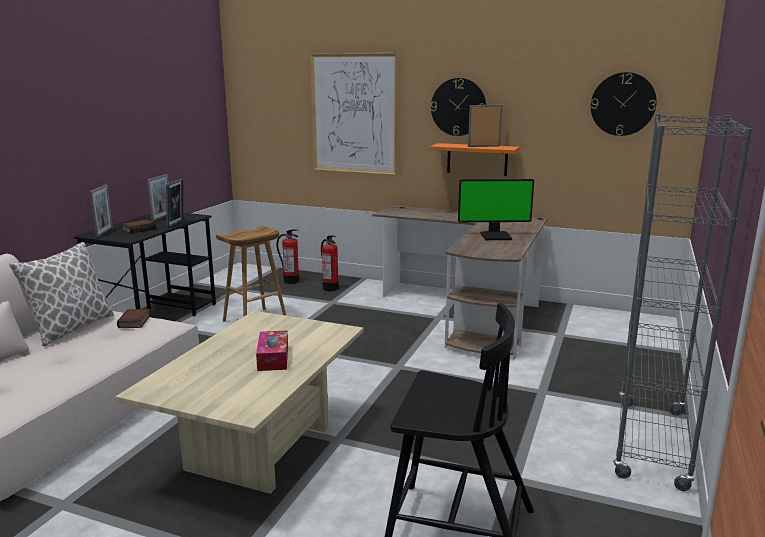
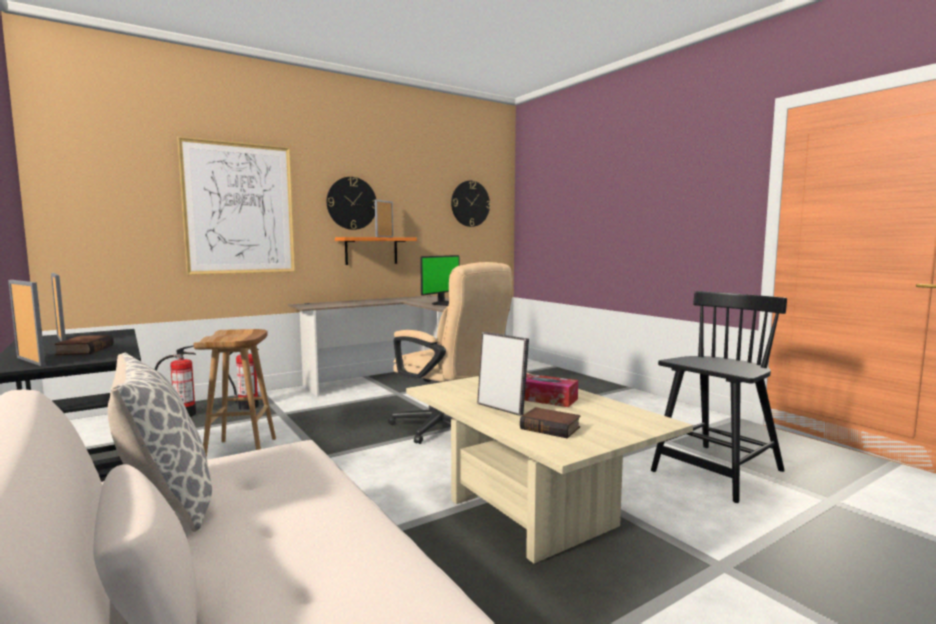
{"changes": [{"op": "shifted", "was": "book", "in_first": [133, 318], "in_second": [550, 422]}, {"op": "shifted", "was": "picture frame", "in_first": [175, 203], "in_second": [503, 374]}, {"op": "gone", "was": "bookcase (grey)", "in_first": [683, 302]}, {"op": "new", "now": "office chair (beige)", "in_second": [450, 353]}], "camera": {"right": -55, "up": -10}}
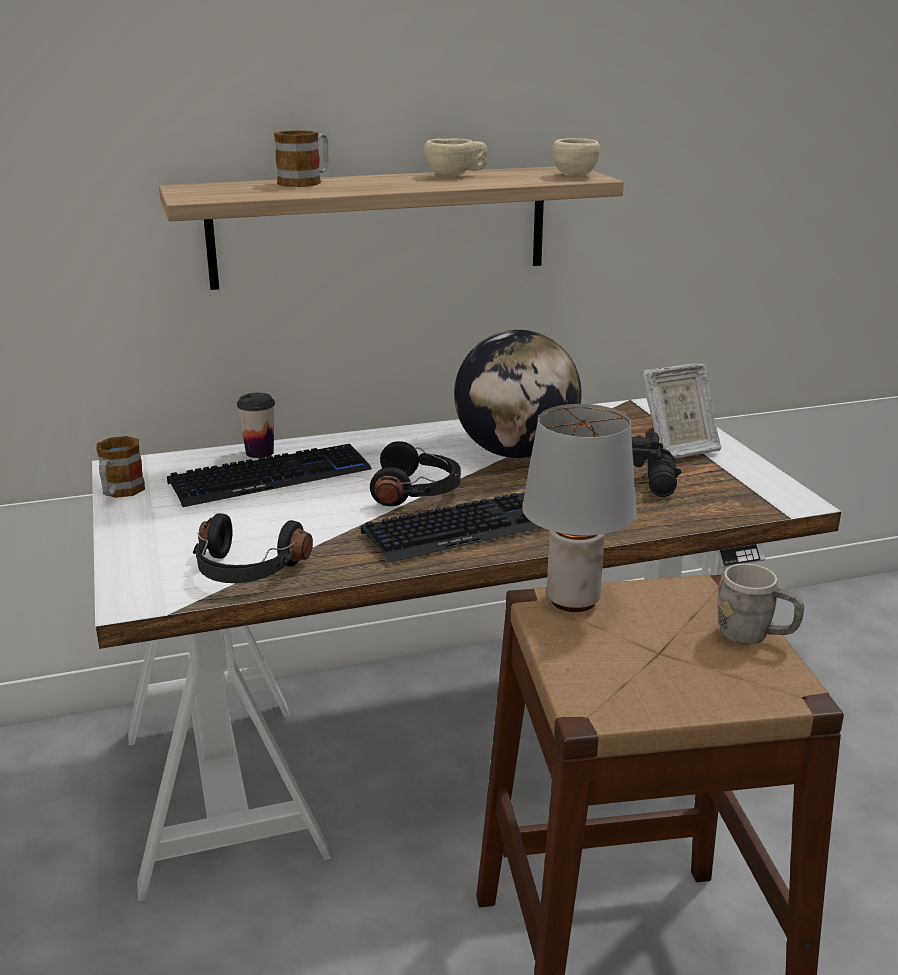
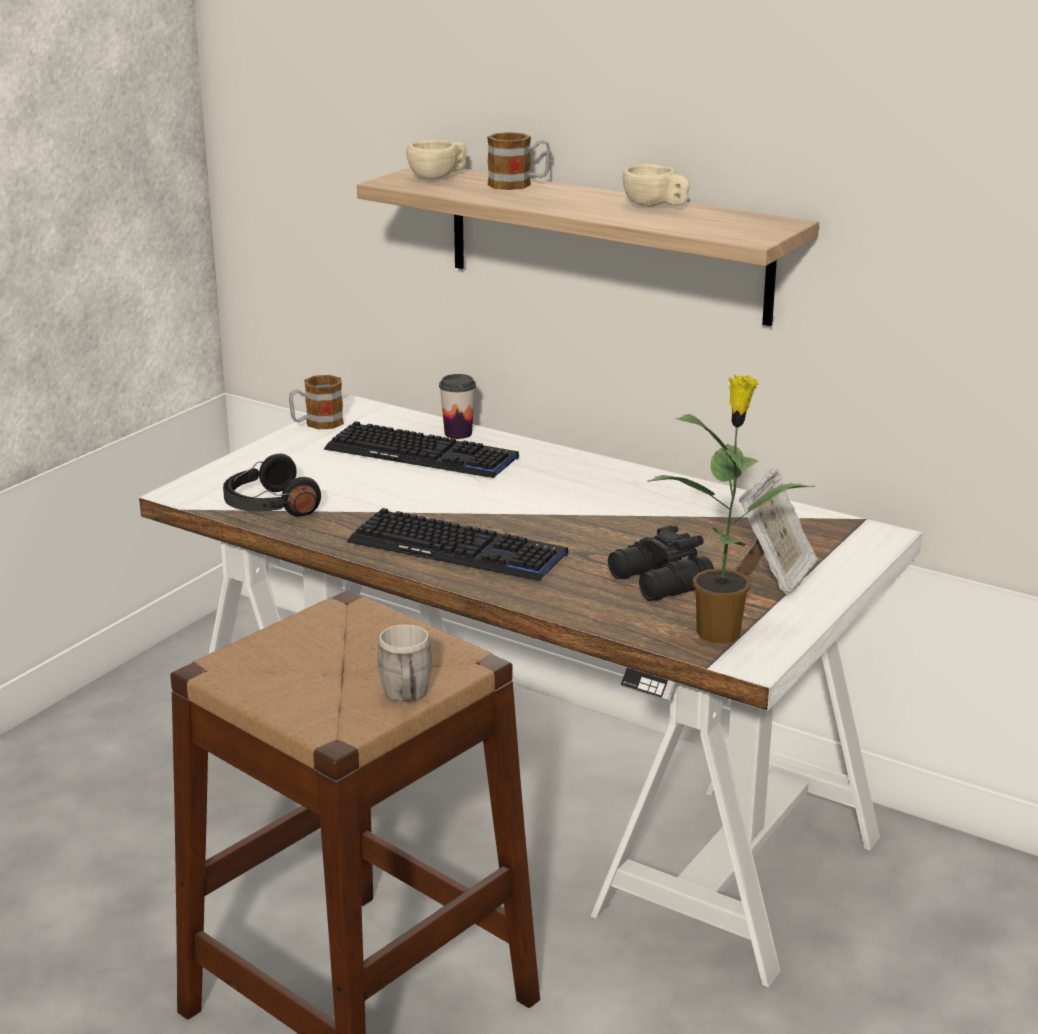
{"changes": [{"op": "gone", "was": "headphones (black)", "in_first": [415, 473]}, {"op": "gone", "was": "globe", "in_first": [518, 394]}, {"op": "gone", "was": "table lamp (grey)", "in_first": [579, 508]}, {"op": "shifted", "was": "cup (beige)", "in_first": [576, 157], "in_second": [436, 160]}, {"op": "rotated", "was": "picture frame", "in_first": [681, 411], "in_second": [777, 531], "clockwise": -90}, {"op": "new", "now": "potted plant", "in_second": [731, 509]}], "camera": {"right": 50, "up": 0}}
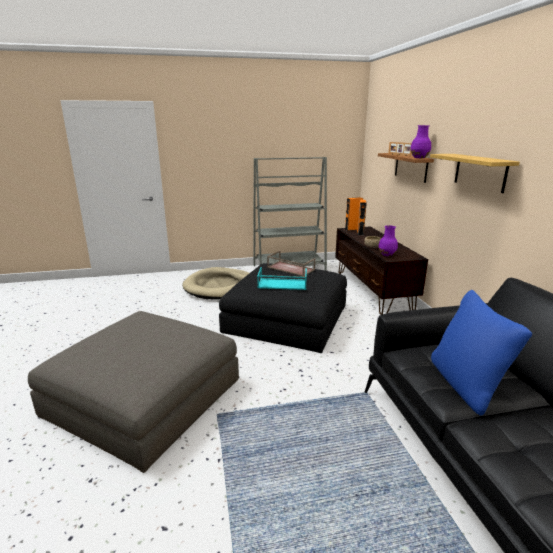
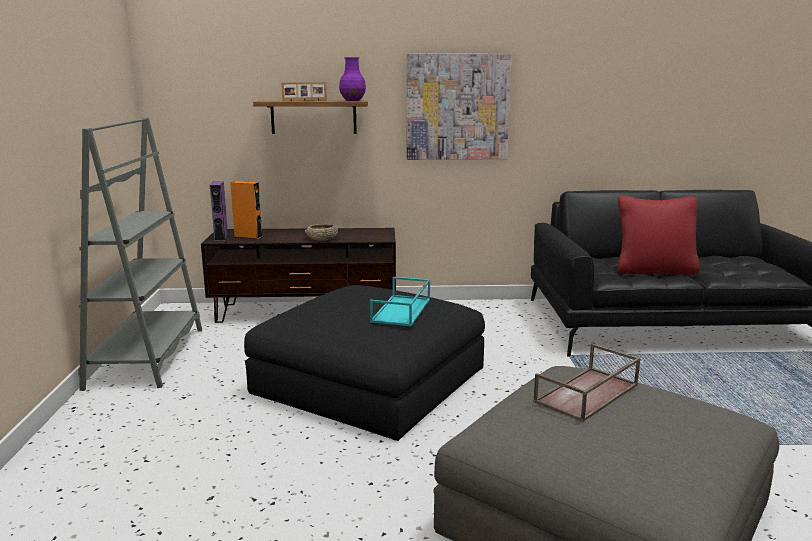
{"changes": [{"op": "gone", "was": "dog bed (beige)", "in_first": [215, 283]}, {"op": "shifted", "was": "tray (brown)", "in_first": [291, 264], "in_second": [587, 382]}, {"op": "repainted", "was": "speaker (orange)", "now": "speaker (purple)", "in_first": [354, 214], "in_second": [219, 211]}, {"op": "gone", "was": "vase (purple)", "in_first": [388, 240]}, {"op": "swapped", "was": "shelf", "now": "picture", "in_first": [475, 173], "in_second": [459, 107]}, {"op": "repainted", "was": "pillow (blue)", "now": "pillow (red)", "in_first": [481, 353], "in_second": [659, 235]}], "camera": {"right": -80, "up": -5}}
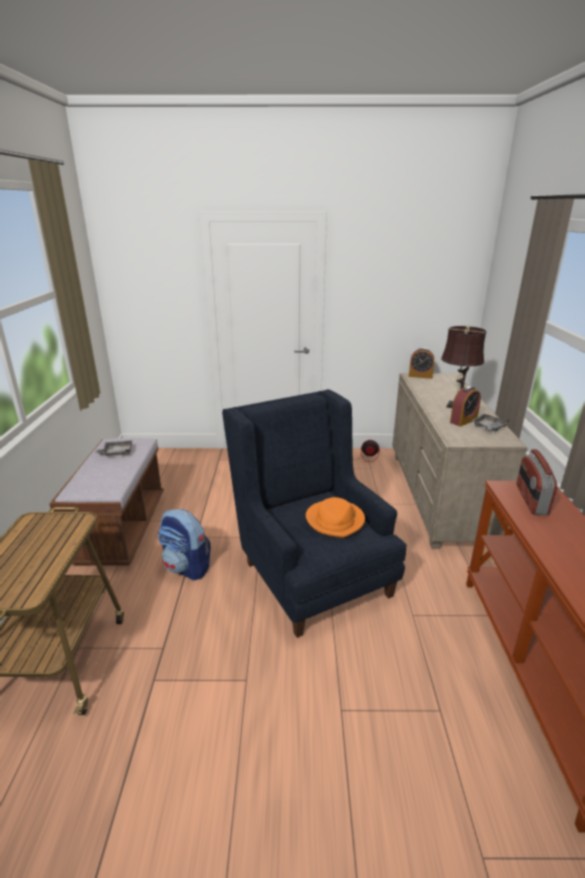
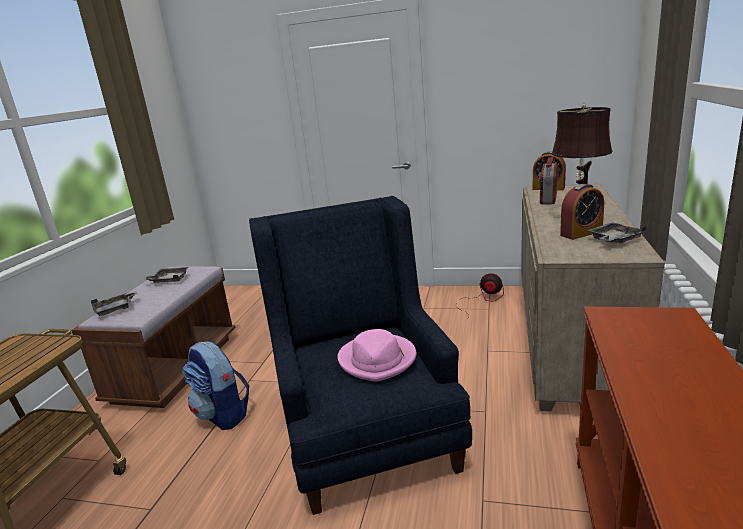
{"changes": [{"op": "repainted", "was": "hat (orange)", "now": "hat (pink)", "in_first": [335, 517], "in_second": [377, 355]}, {"op": "shifted", "was": "radio", "in_first": [536, 482], "in_second": [548, 180]}, {"op": "new", "now": "tray (grey)", "in_second": [114, 303]}], "camera": {"right": 15, "up": -5}}
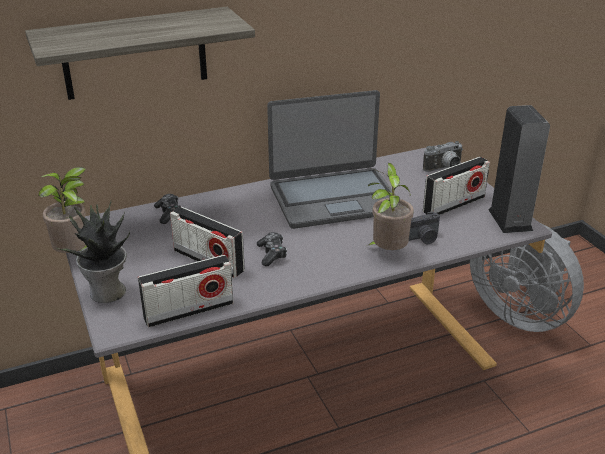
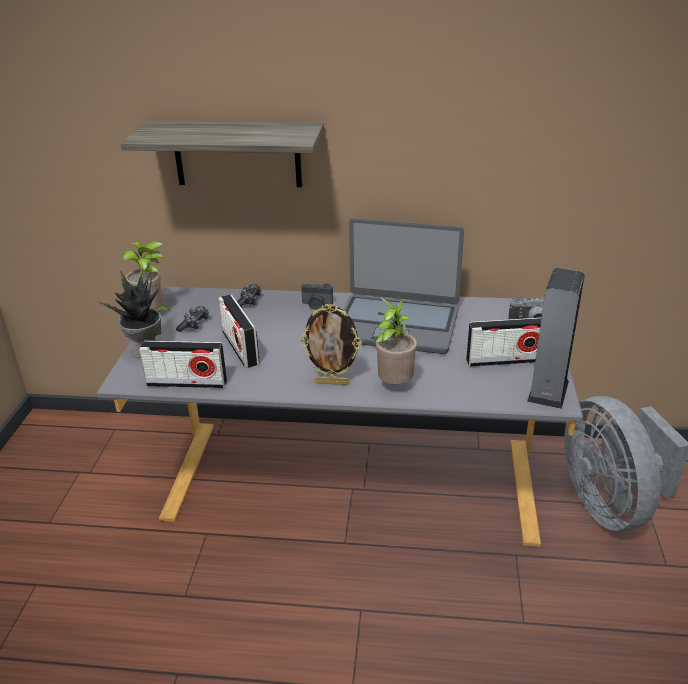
{"changes": [{"op": "shifted", "was": "game controller", "in_first": [272, 249], "in_second": [192, 319]}, {"op": "shifted", "was": "photo camera", "in_first": [424, 228], "in_second": [317, 296]}, {"op": "new", "now": "picture frame", "in_second": [331, 344]}], "camera": {"right": 30, "up": 0}}
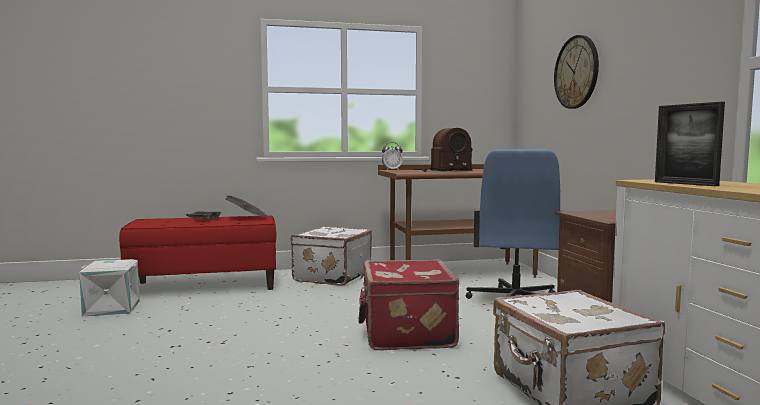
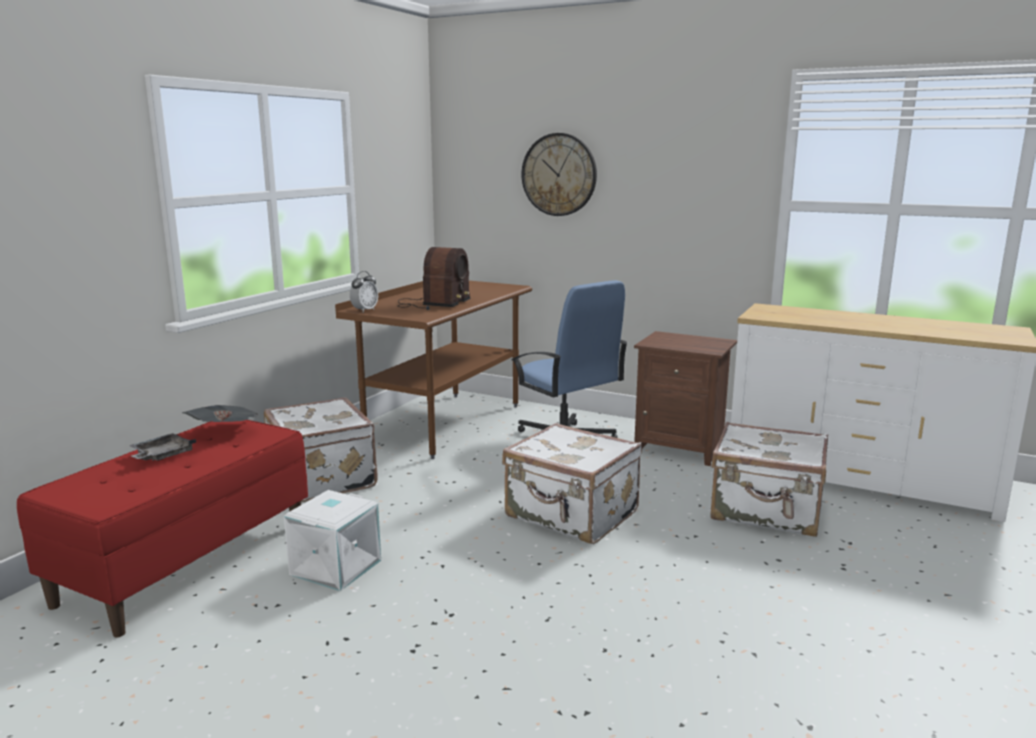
{"changes": [{"op": "shifted", "was": "storage box (white)", "in_first": [109, 288], "in_second": [332, 540]}, {"op": "repainted", "was": "suitcase (red)", "now": "suitcase (white)", "in_first": [408, 304], "in_second": [572, 483]}, {"op": "gone", "was": "picture frame", "in_first": [690, 144]}], "camera": {"right": -50, "up": 10}}
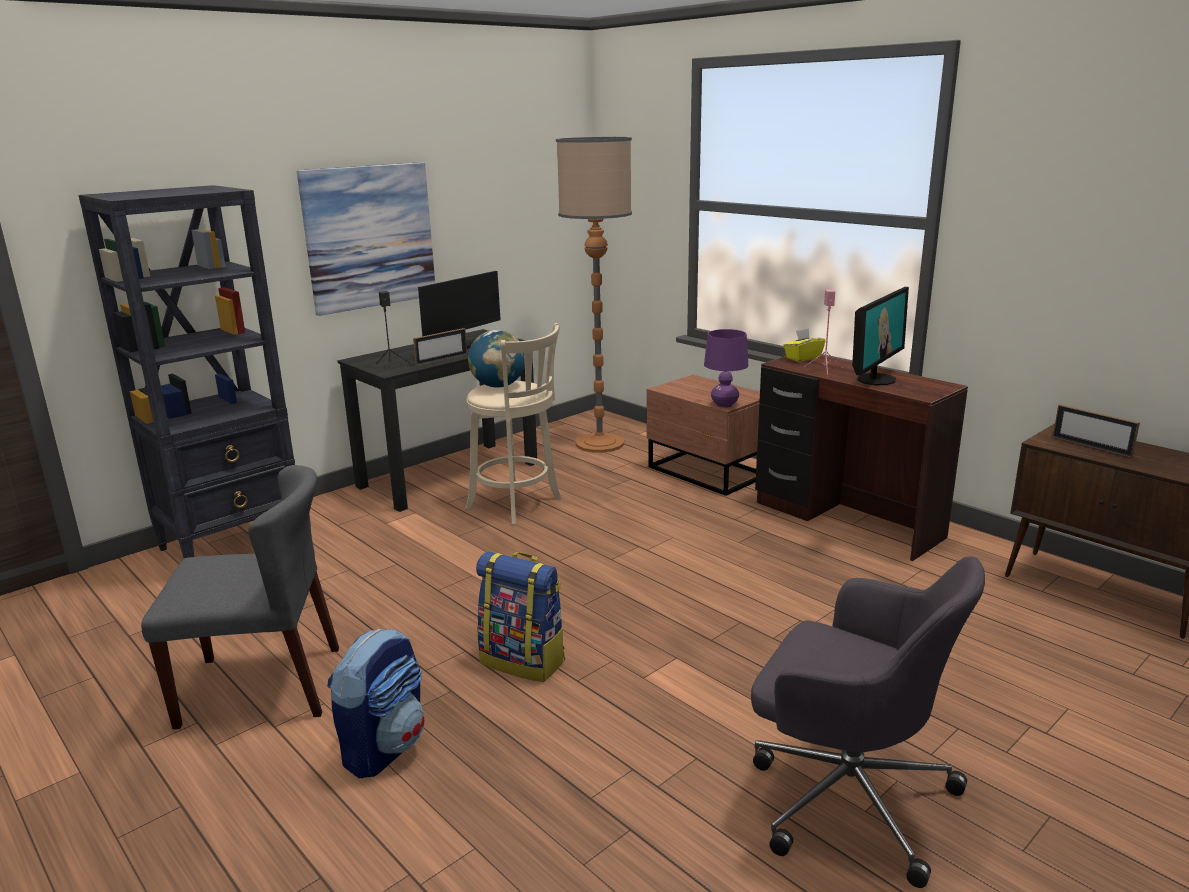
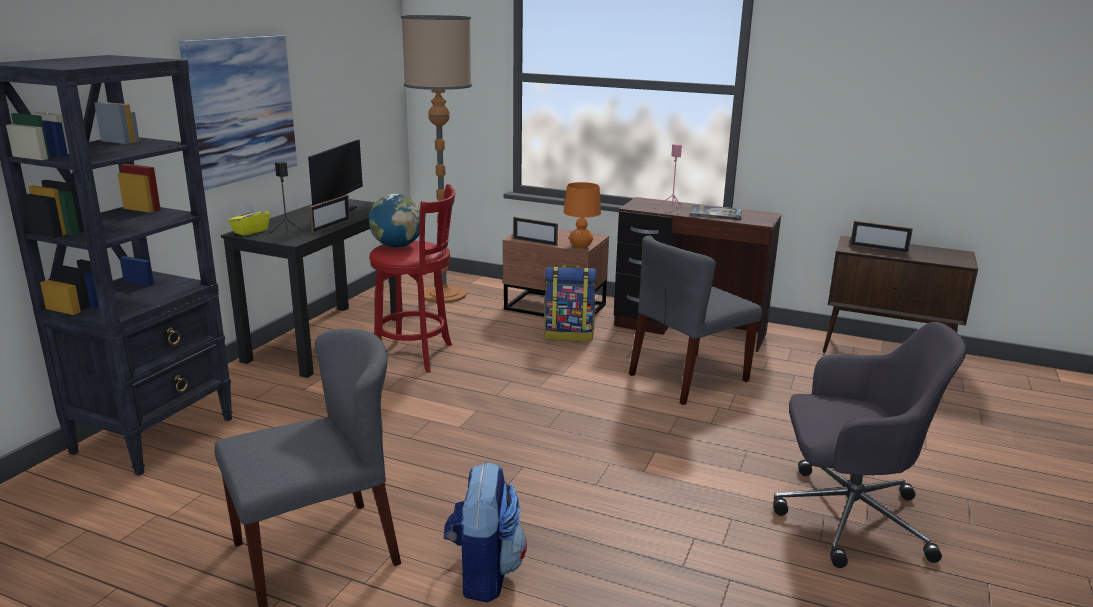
{"changes": [{"op": "repainted", "was": "stool (beige)", "now": "stool (red)", "in_first": [513, 424], "in_second": [412, 278]}, {"op": "shifted", "was": "backpack", "in_first": [520, 616], "in_second": [570, 303]}, {"op": "repainted", "was": "table lamp (purple)", "now": "table lamp (orange)", "in_first": [726, 368], "in_second": [582, 215]}, {"op": "shifted", "was": "tissue box (yellow)", "in_first": [804, 345], "in_second": [249, 219]}, {"op": "swapped", "was": "monitor", "now": "book", "in_first": [880, 336], "in_second": [716, 212]}, {"op": "new", "now": "picture frame", "in_second": [535, 231]}, {"op": "new", "now": "chair (grey)", "in_second": [695, 320]}], "camera": {"right": -25, "up": 0}}
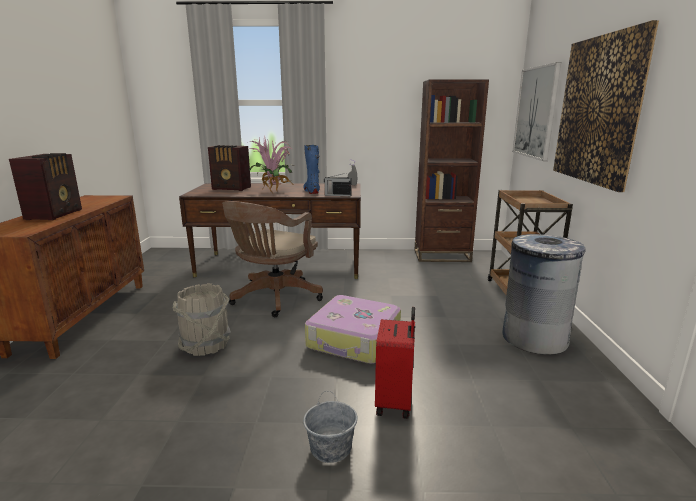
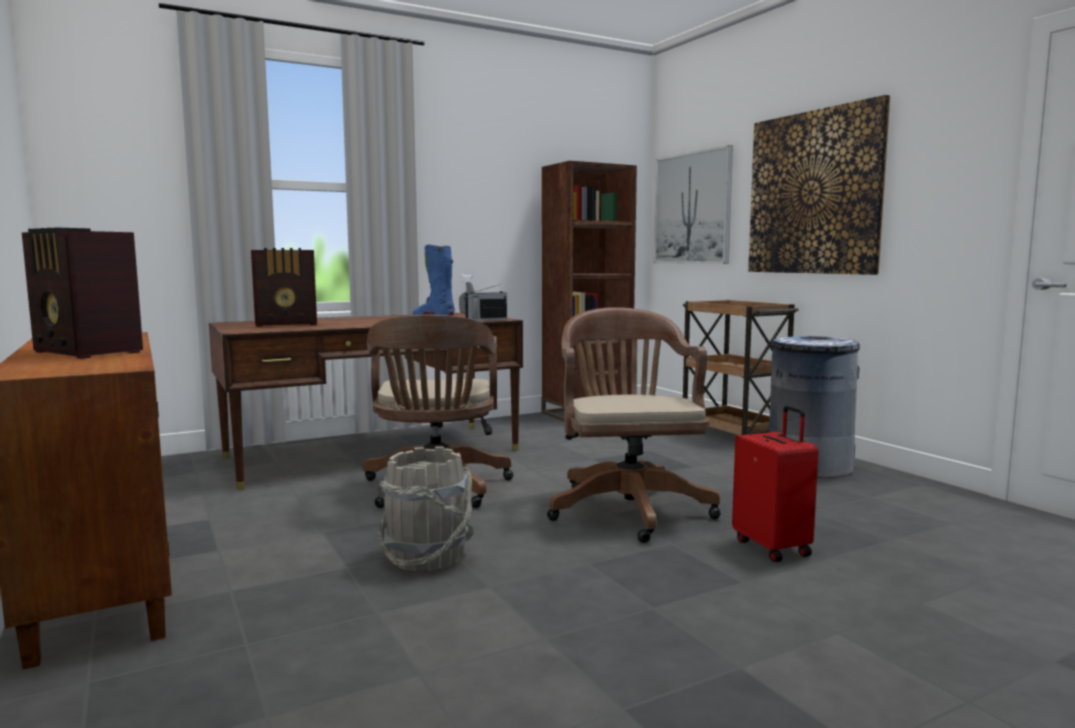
{"changes": [{"op": "rotated", "was": "radio", "in_first": [45, 187], "in_second": [82, 293], "clockwise": 150}, {"op": "gone", "was": "potted plant", "in_first": [271, 165]}, {"op": "gone", "was": "bucket (grey)", "in_first": [330, 427]}, {"op": "swapped", "was": "suitcase", "now": "office chair (brown)", "in_first": [353, 329], "in_second": [634, 425]}], "camera": {"right": -30, "up": -10}}
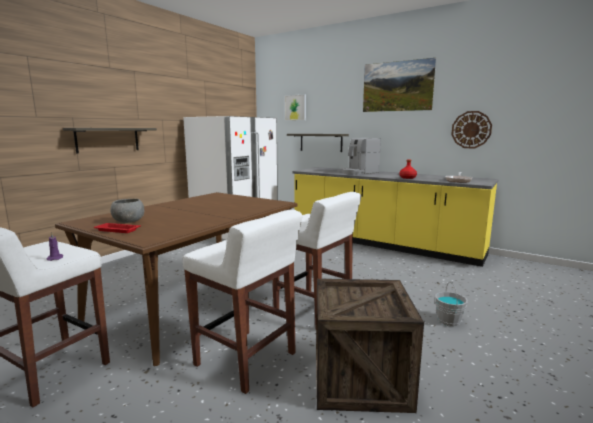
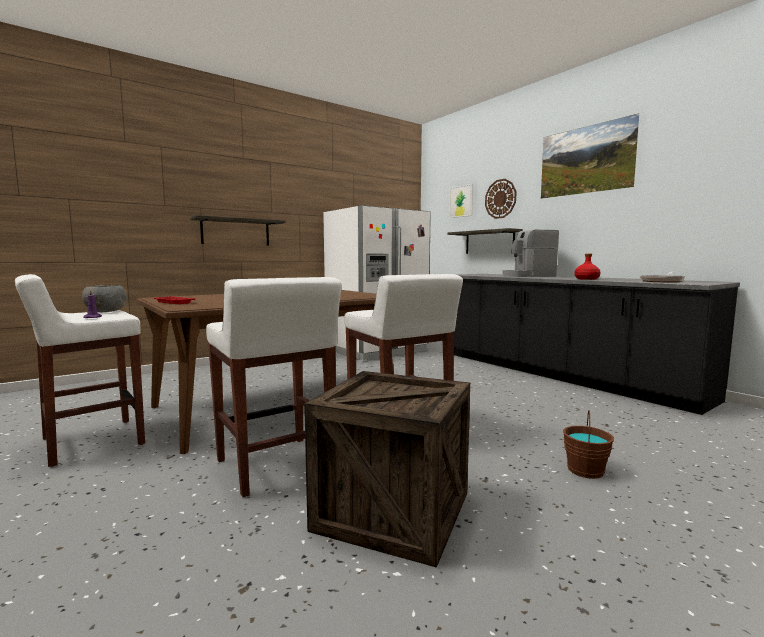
{"changes": [{"op": "shifted", "was": "bowl (grey)", "in_first": [127, 211], "in_second": [104, 298]}, {"op": "repainted", "was": "counter (yellow)", "now": "counter (black)", "in_first": [395, 217], "in_second": [597, 344]}, {"op": "repainted", "was": "bucket (grey)", "now": "bucket (brown)", "in_first": [451, 304], "in_second": [588, 444]}, {"op": "shifted", "was": "wall clock", "in_first": [471, 130], "in_second": [501, 199]}], "camera": {"right": 20, "up": -5}}
